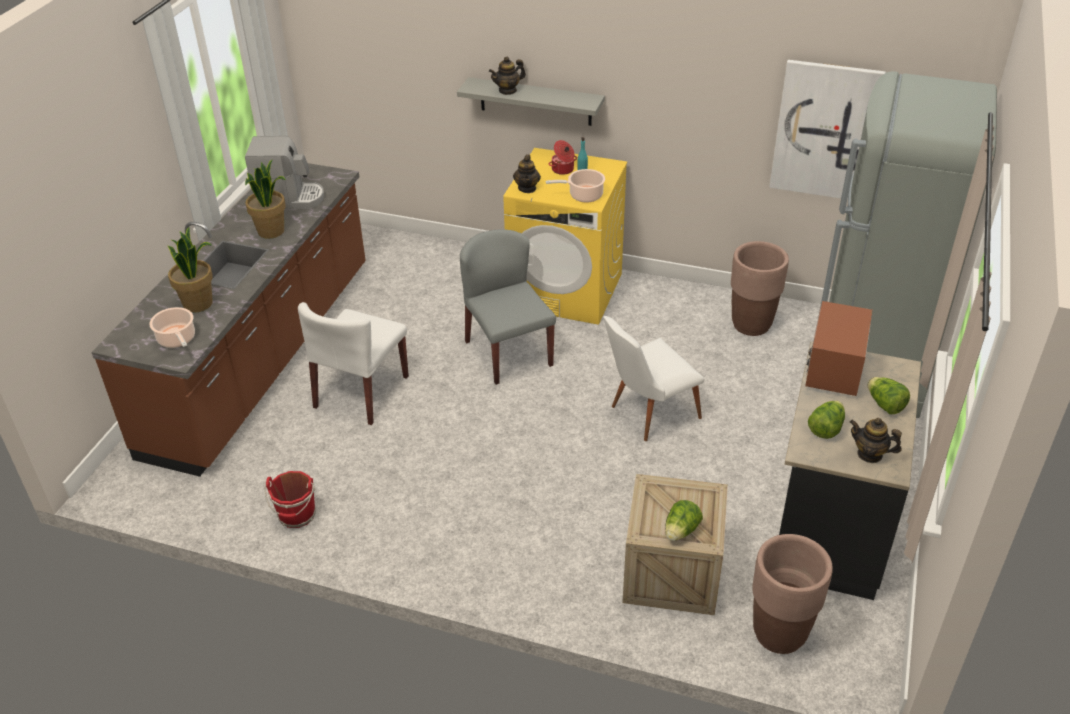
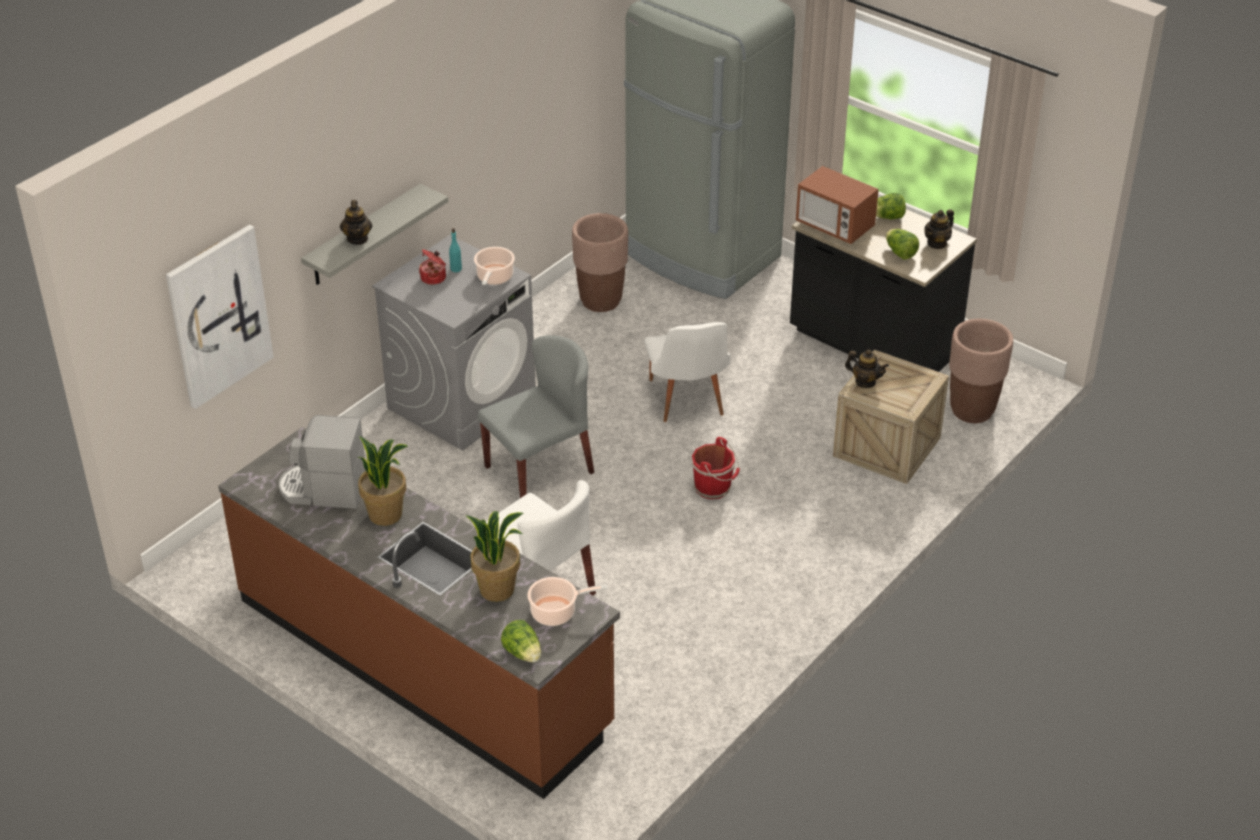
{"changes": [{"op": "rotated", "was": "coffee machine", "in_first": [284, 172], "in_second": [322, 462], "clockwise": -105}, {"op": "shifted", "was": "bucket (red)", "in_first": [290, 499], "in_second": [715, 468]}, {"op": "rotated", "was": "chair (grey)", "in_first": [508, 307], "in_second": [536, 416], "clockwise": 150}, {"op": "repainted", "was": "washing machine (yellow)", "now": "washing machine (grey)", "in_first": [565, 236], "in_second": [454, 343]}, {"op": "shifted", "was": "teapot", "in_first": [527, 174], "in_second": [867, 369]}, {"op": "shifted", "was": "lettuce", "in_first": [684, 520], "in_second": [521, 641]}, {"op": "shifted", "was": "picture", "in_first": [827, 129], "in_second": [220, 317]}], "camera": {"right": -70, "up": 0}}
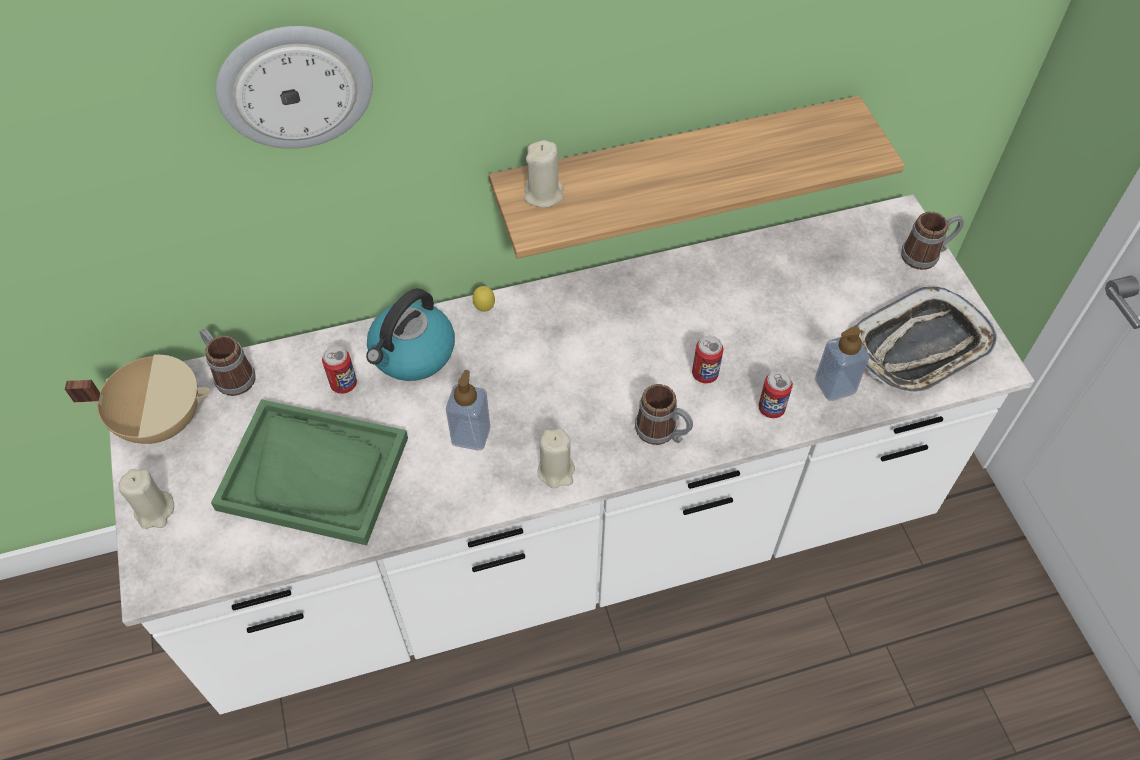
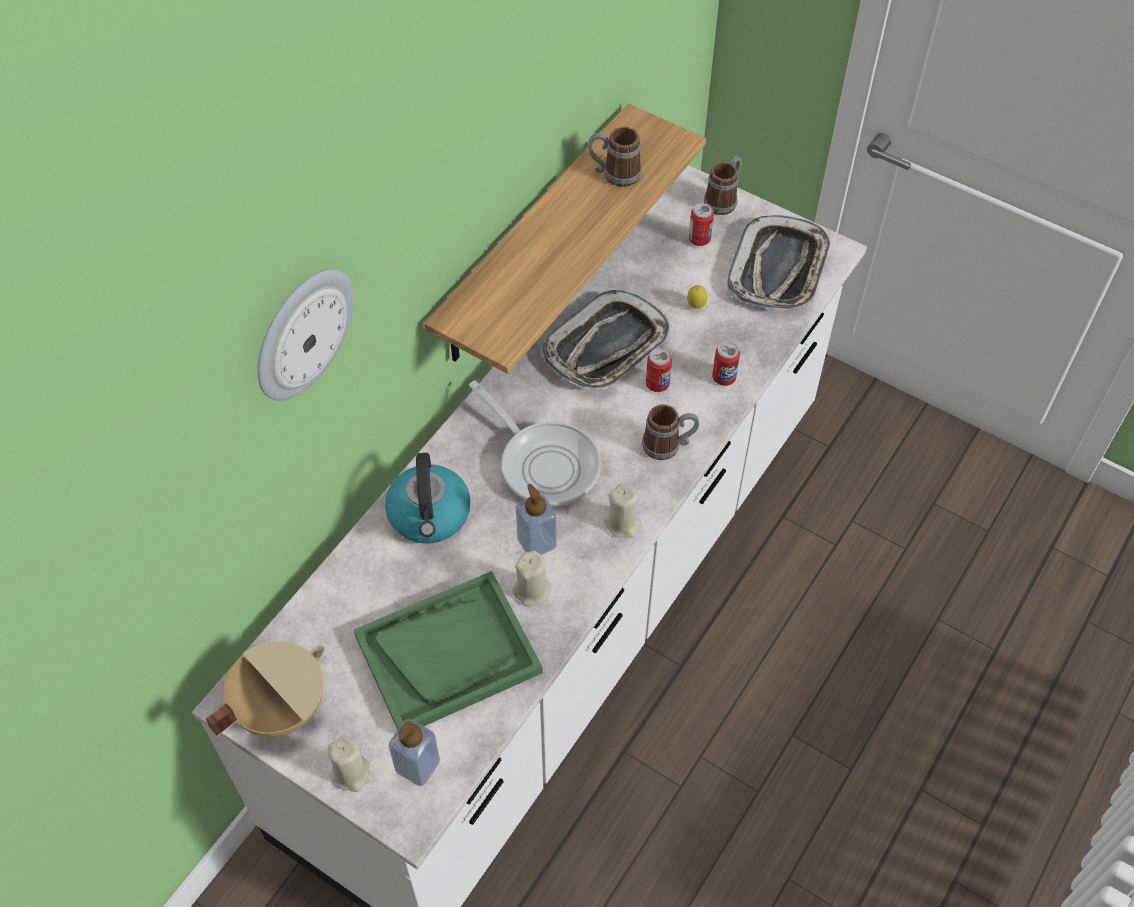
{"changes": [{"op": "shifted", "was": "mug", "in_first": [227, 362], "in_second": [615, 157]}, {"op": "shifted", "was": "can", "in_first": [339, 370], "in_second": [701, 224]}, {"op": "shifted", "was": "lemon", "in_first": [484, 299], "in_second": [697, 297]}, {"op": "shifted", "was": "candle (beige)", "in_first": [544, 174], "in_second": [531, 578]}, {"op": "shifted", "was": "soap dispenser", "in_first": [842, 363], "in_second": [414, 752]}, {"op": "new", "now": "frying pan", "in_second": [535, 443]}, {"op": "new", "now": "tray", "in_second": [605, 340]}], "camera": {"right": -40, "up": 0}}
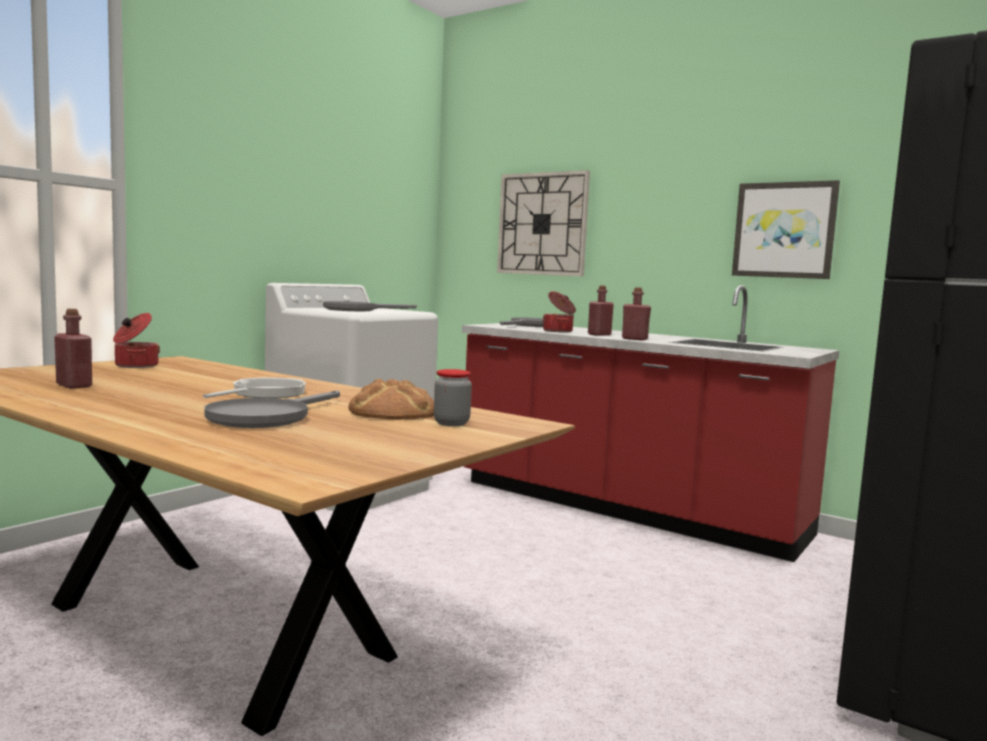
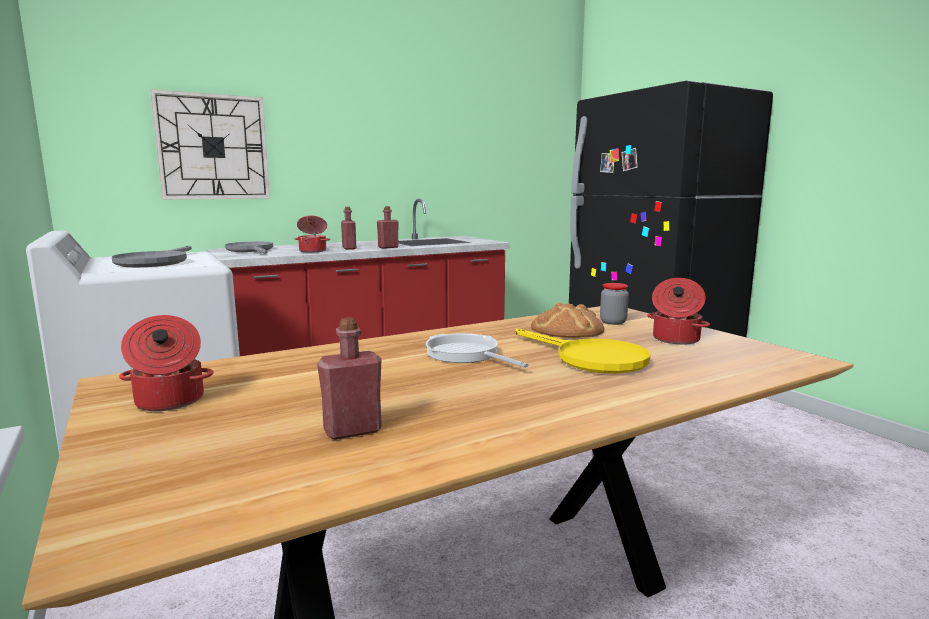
{"changes": [{"op": "repainted", "was": "frying pan (grey)", "now": "frying pan (yellow)", "in_first": [272, 409], "in_second": [583, 351]}, {"op": "gone", "was": "picture", "in_first": [786, 229]}, {"op": "new", "now": "cooking pot", "in_second": [678, 311]}], "camera": {"right": -65, "up": 5}}
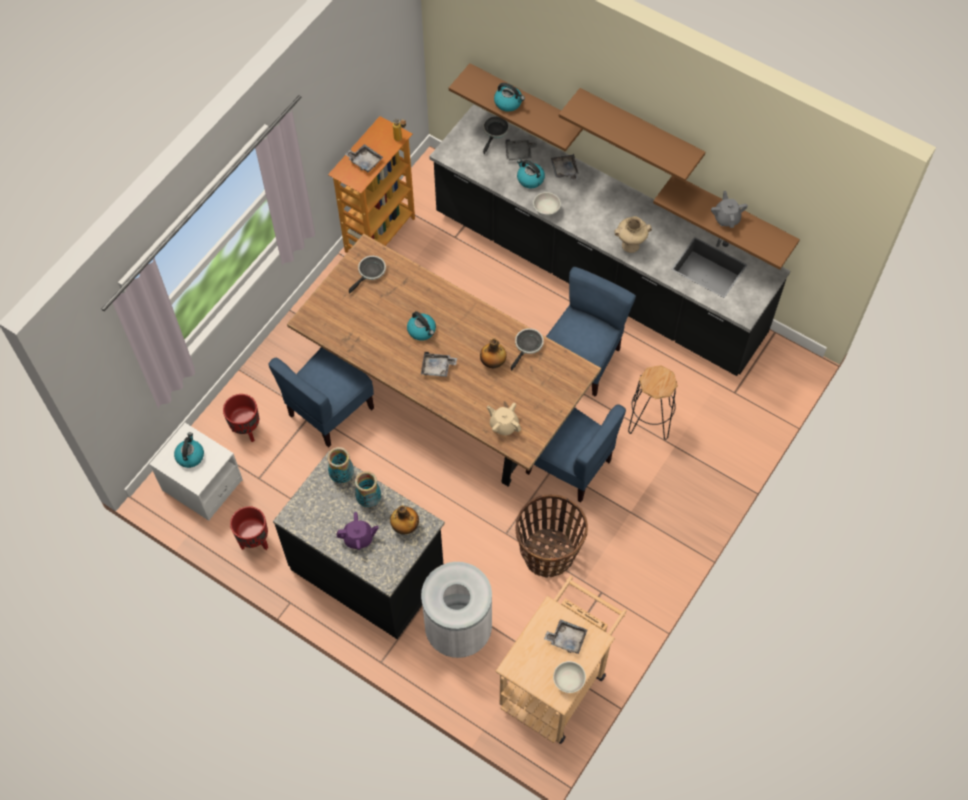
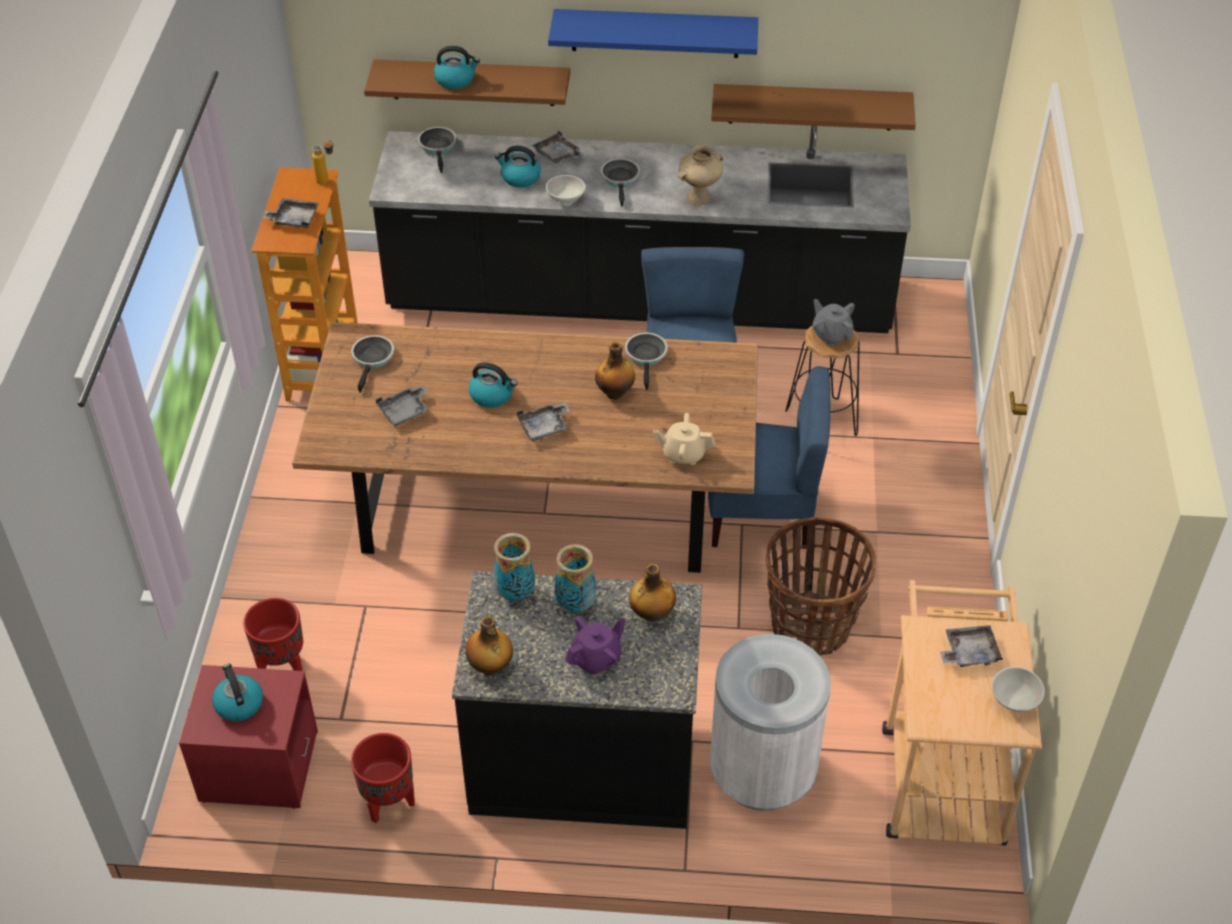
{"changes": [{"op": "repainted", "was": "nightstand (white)", "now": "nightstand (red)", "in_first": [196, 472], "in_second": [248, 737]}, {"op": "gone", "was": "chair (blue)", "in_first": [321, 397]}, {"op": "shifted", "was": "tray (grey)", "in_first": [521, 149], "in_second": [402, 405]}, {"op": "repainted", "was": "shelf (brown)", "now": "shelf (blue)", "in_first": [632, 135], "in_second": [653, 33]}, {"op": "shifted", "was": "teapot (grey)", "in_first": [729, 209], "in_second": [833, 322]}, {"op": "new", "now": "bottle", "in_second": [489, 645]}, {"op": "new", "now": "frying pan", "in_second": [620, 182]}], "camera": {"right": -30, "up": -15}}
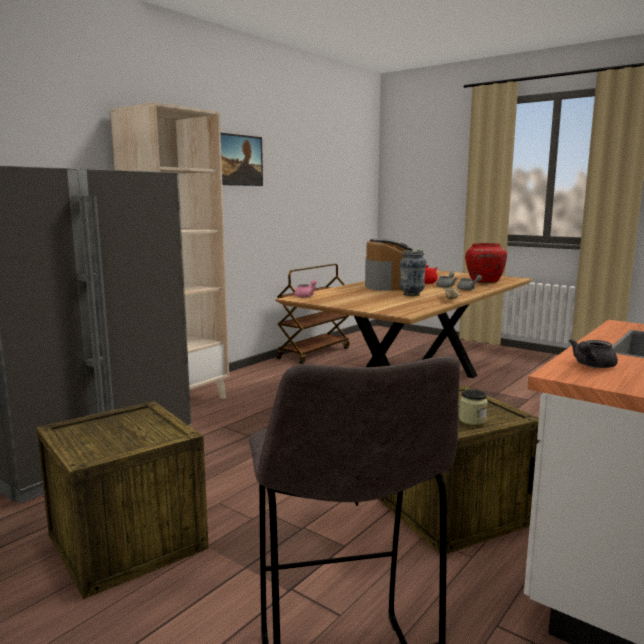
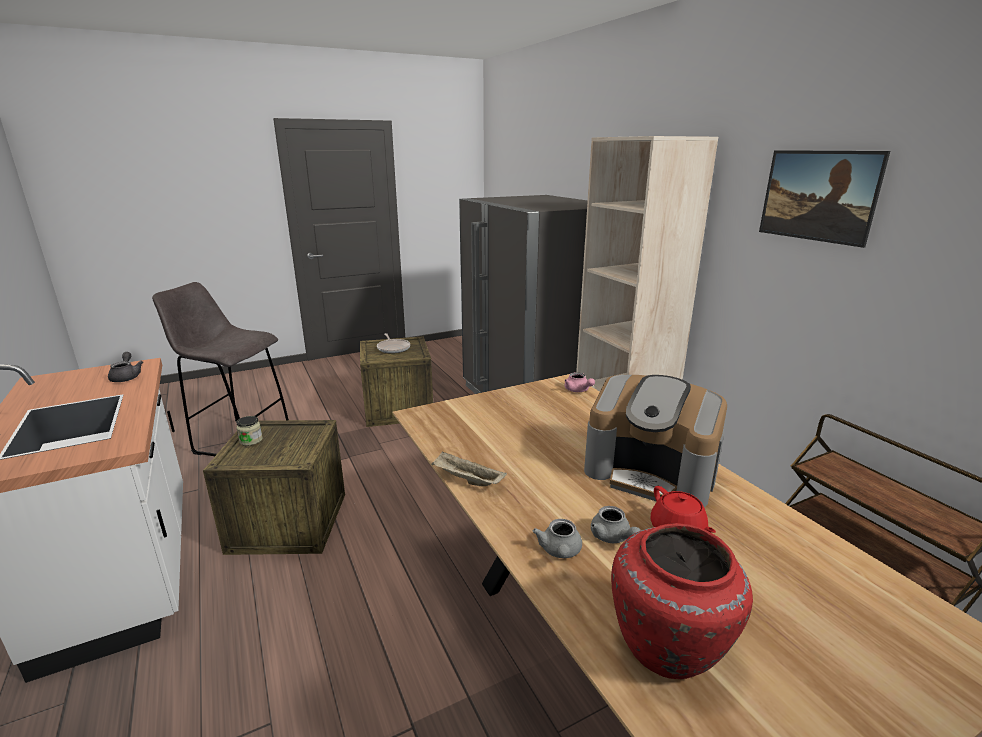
{"changes": [{"op": "gone", "was": "vase", "in_first": [413, 273]}, {"op": "new", "now": "frying pan", "in_second": [393, 343]}], "camera": {"right": 115, "up": 10}}
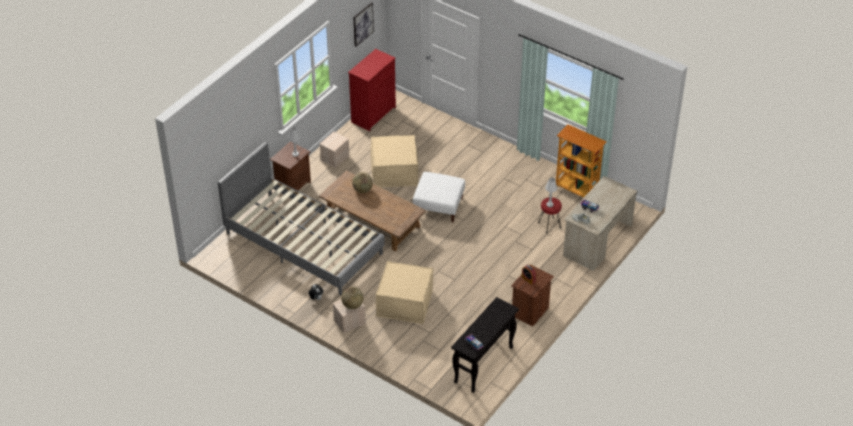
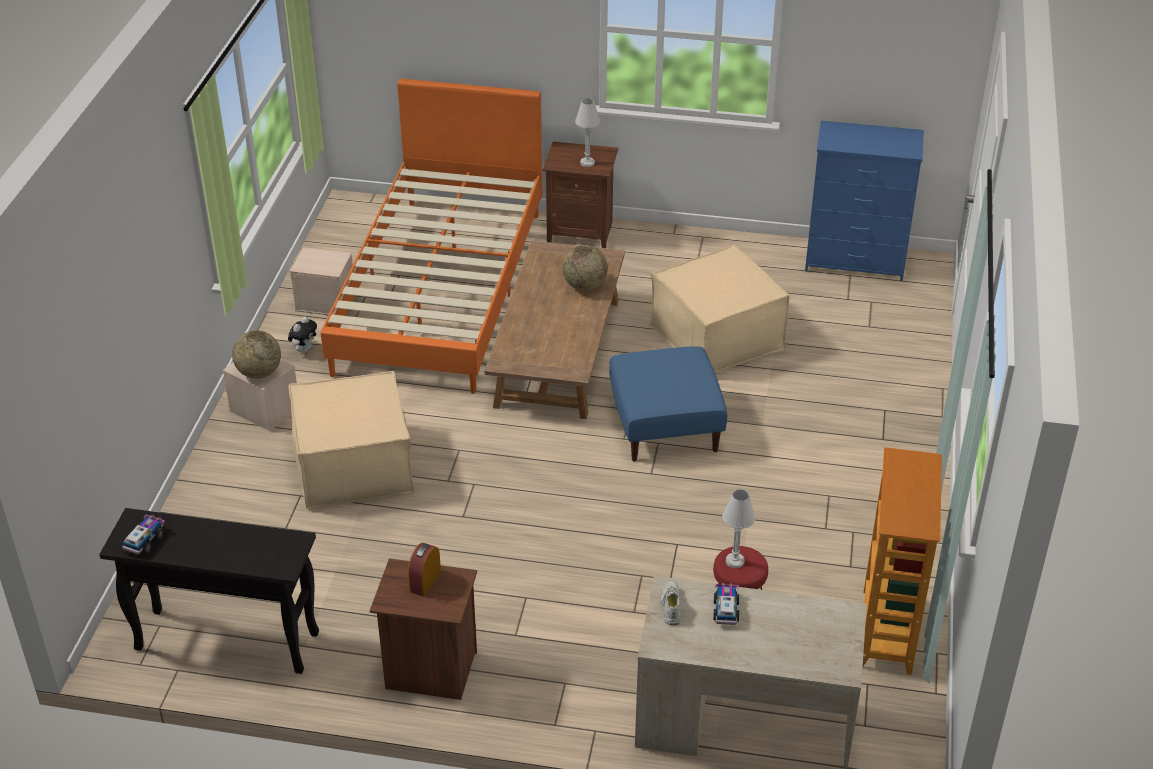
{"changes": [{"op": "repainted", "was": "bed (grey)", "now": "bed (orange)", "in_first": [301, 218], "in_second": [431, 236]}, {"op": "shifted", "was": "storage box (beige)", "in_first": [335, 150], "in_second": [321, 281]}, {"op": "repainted", "was": "dresser (red)", "now": "dresser (blue)", "in_first": [372, 90], "in_second": [864, 201]}, {"op": "gone", "was": "picture", "in_first": [363, 24]}, {"op": "repainted", "was": "ottoman (white)", "now": "ottoman (blue)", "in_first": [439, 197], "in_second": [668, 404]}], "camera": {"right": 65, "up": -5}}
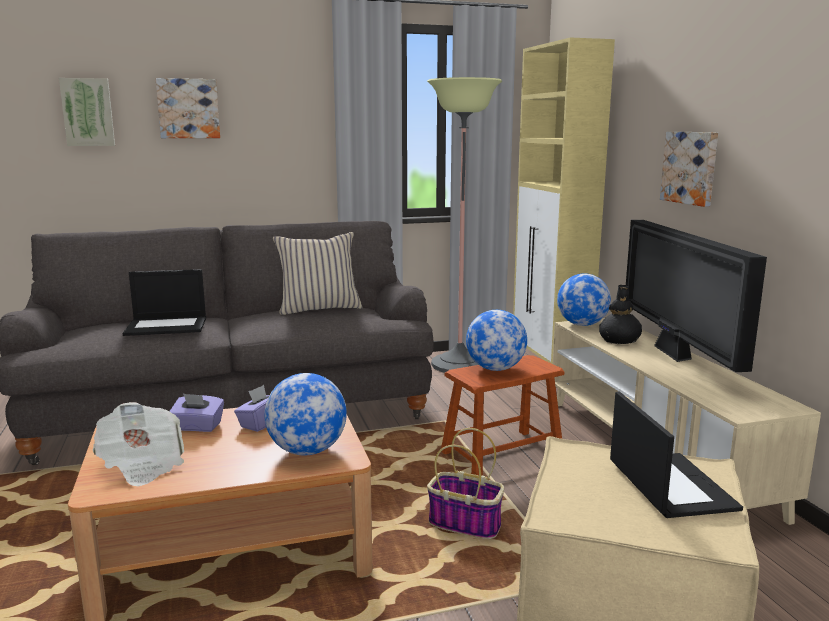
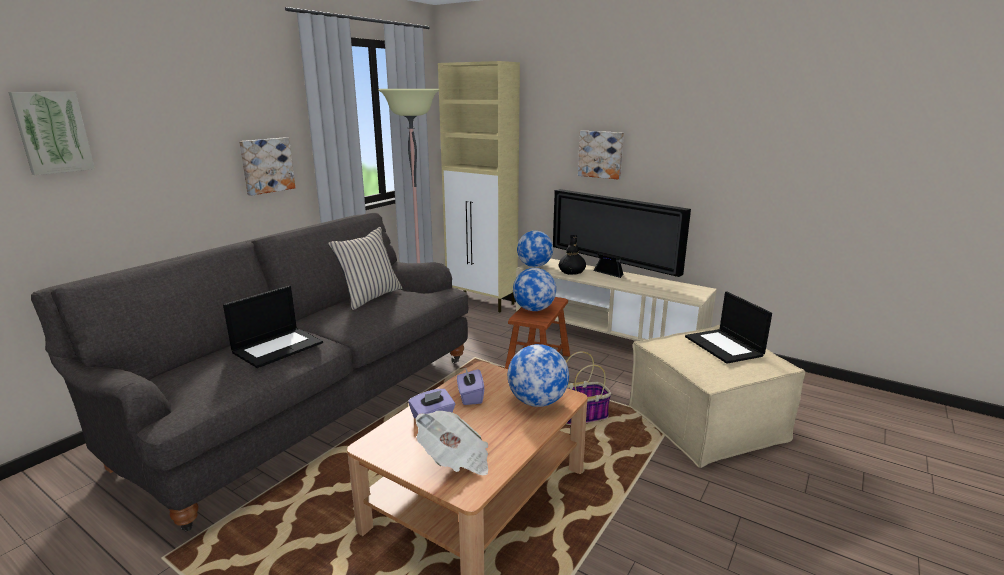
{"changes": [{"op": "shifted", "was": "picture", "in_first": [188, 108], "in_second": [267, 166]}, {"op": "rotated", "was": "laptop", "in_first": [676, 455], "in_second": [728, 327], "clockwise": -150}], "camera": {"right": -40, "up": 5}}
